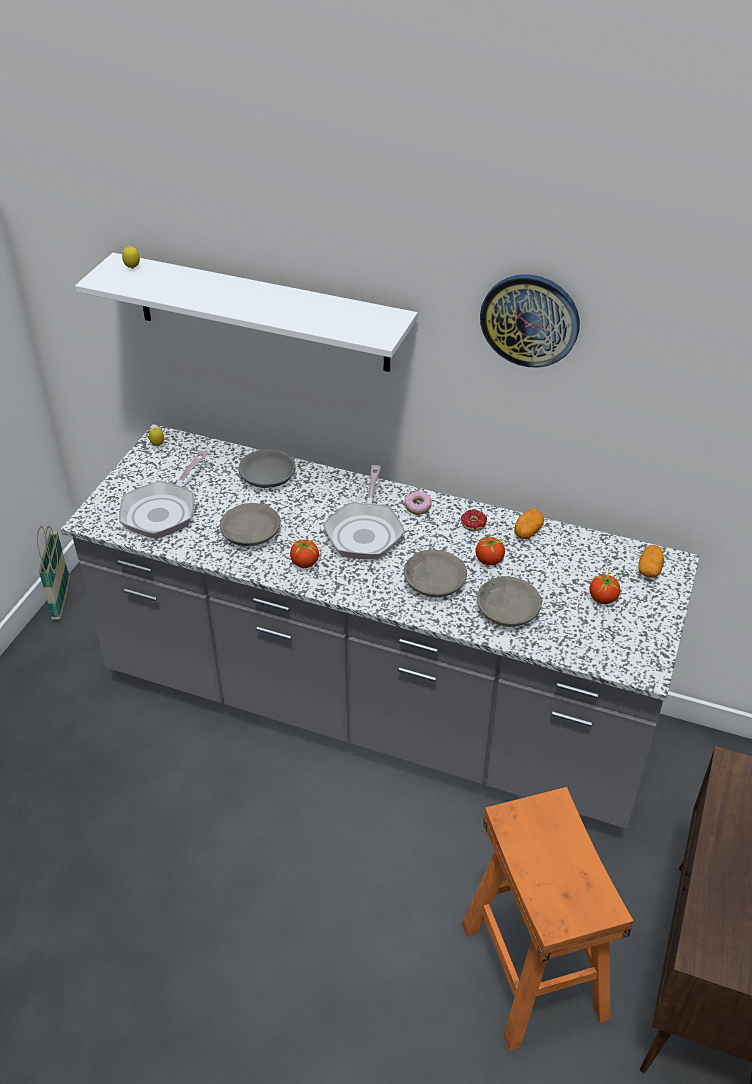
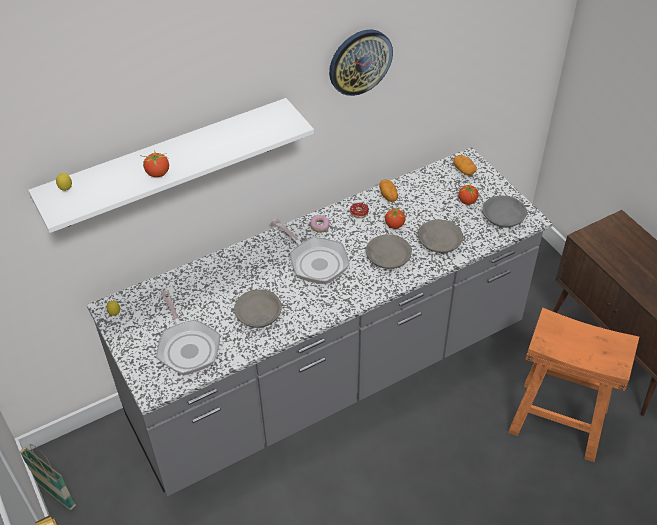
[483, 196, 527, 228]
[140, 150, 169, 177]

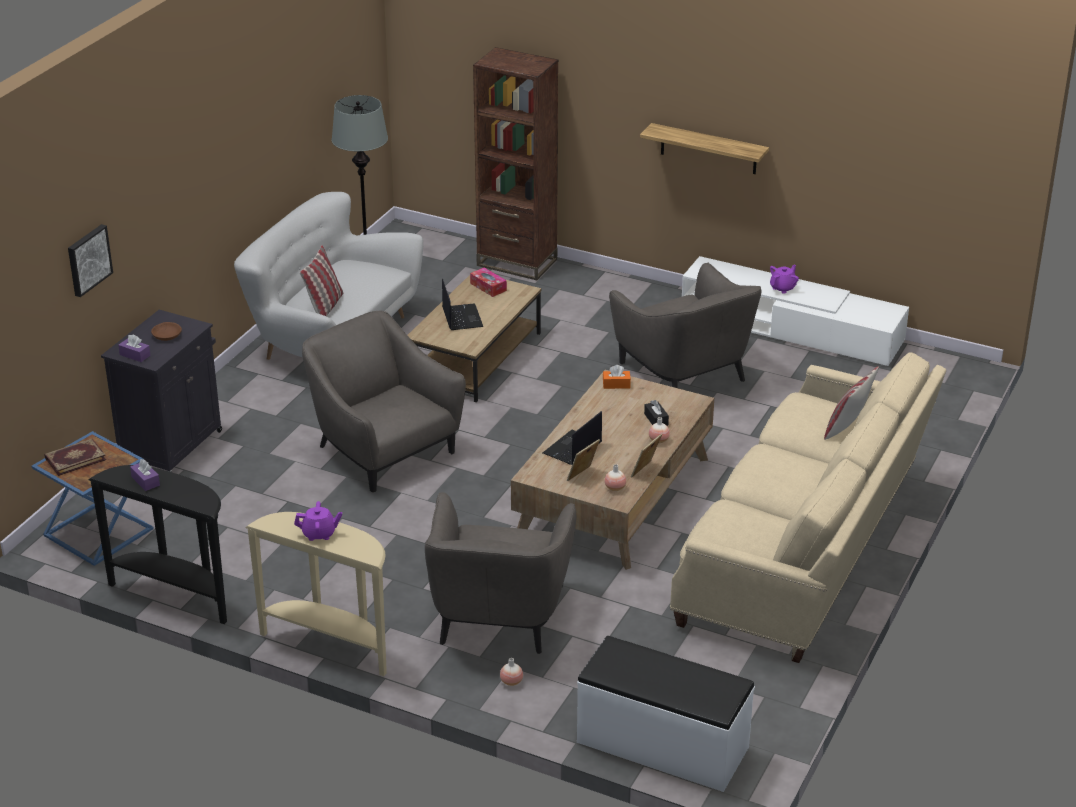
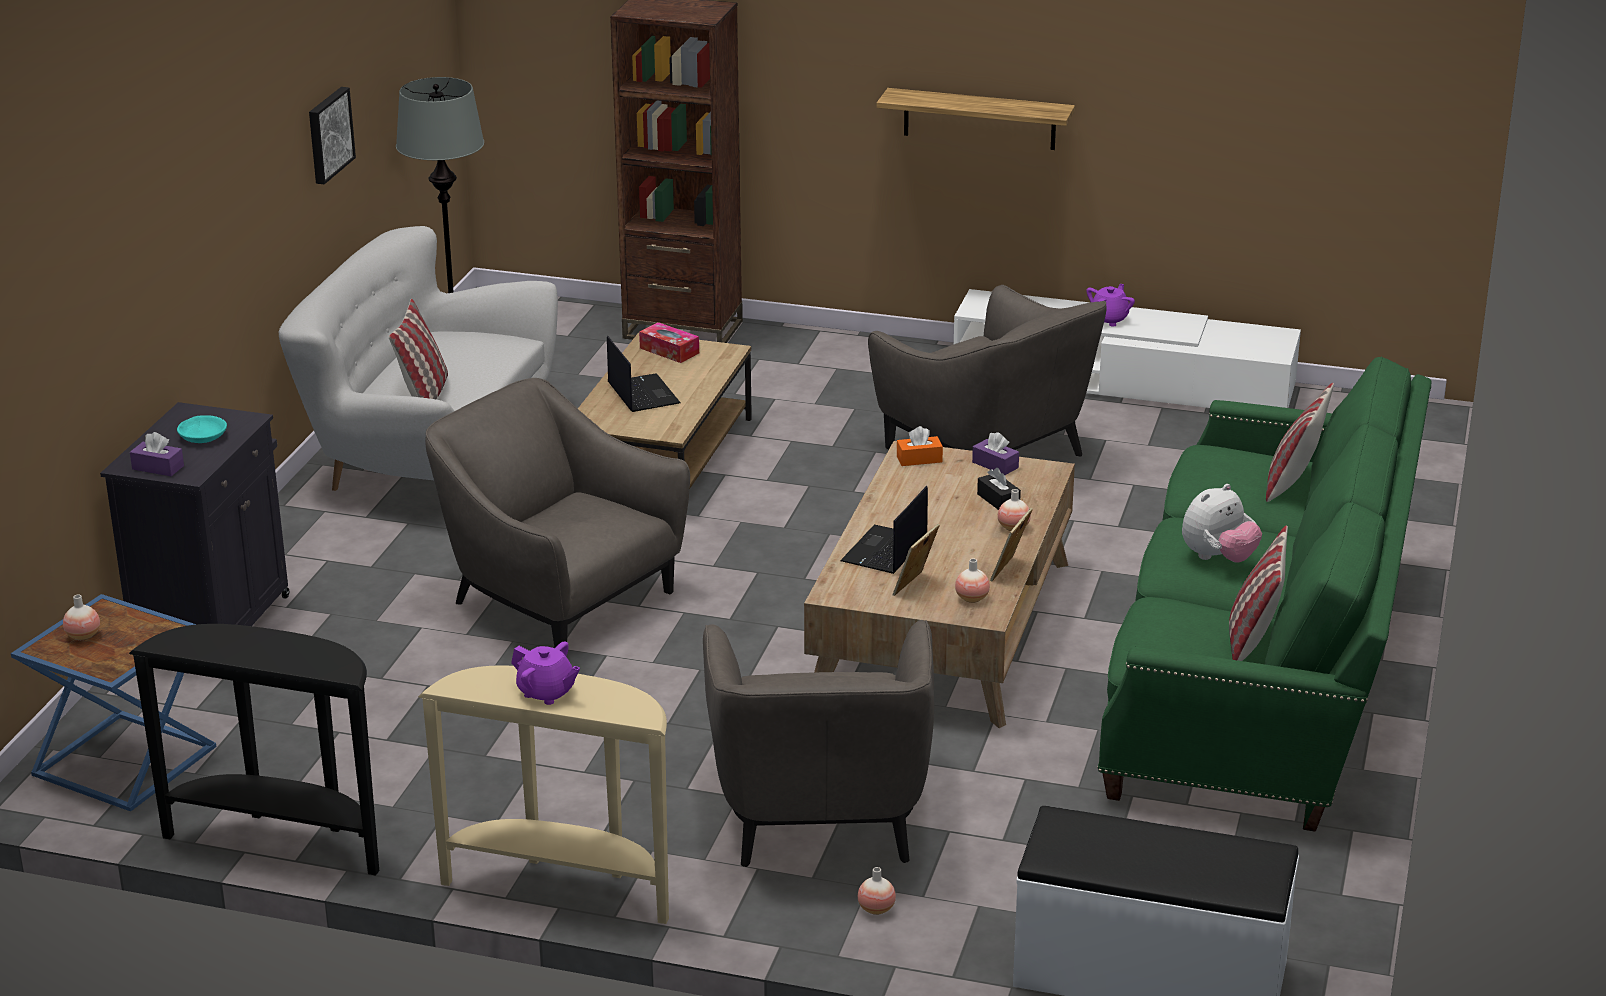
[63, 594, 100, 640]
[309, 87, 356, 184]
[972, 432, 1019, 475]
[177, 415, 227, 443]
[511, 641, 580, 705]
[1097, 356, 1431, 831]
[1182, 484, 1262, 563]
[1229, 526, 1288, 661]

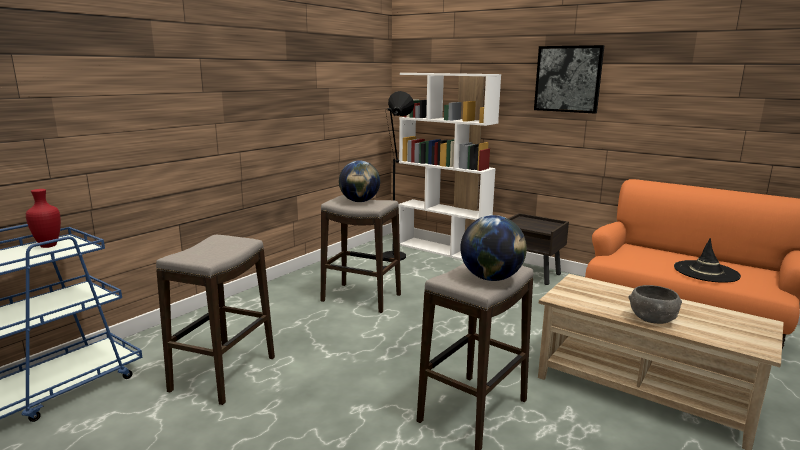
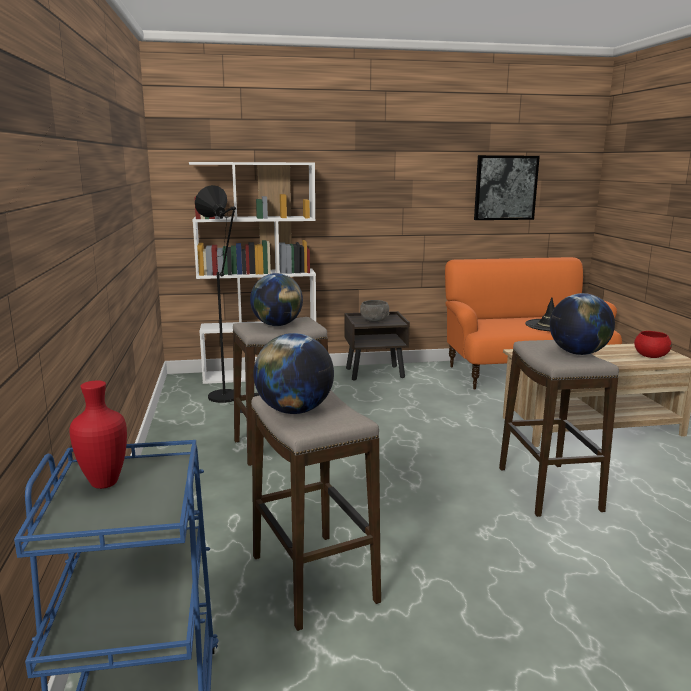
[474, 155, 540, 220]
[360, 300, 389, 322]
[253, 333, 334, 414]
[634, 331, 672, 358]

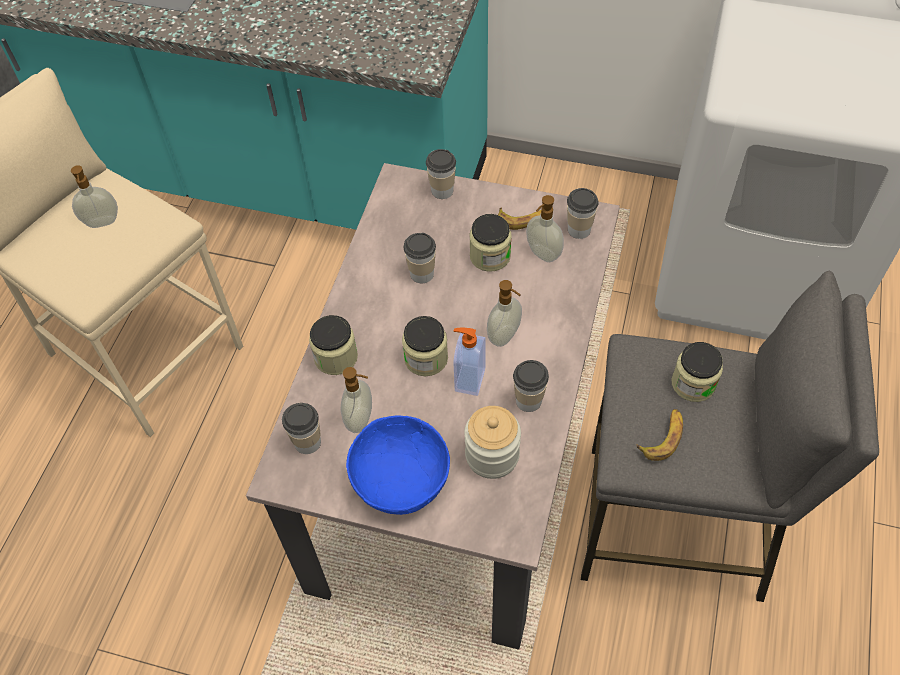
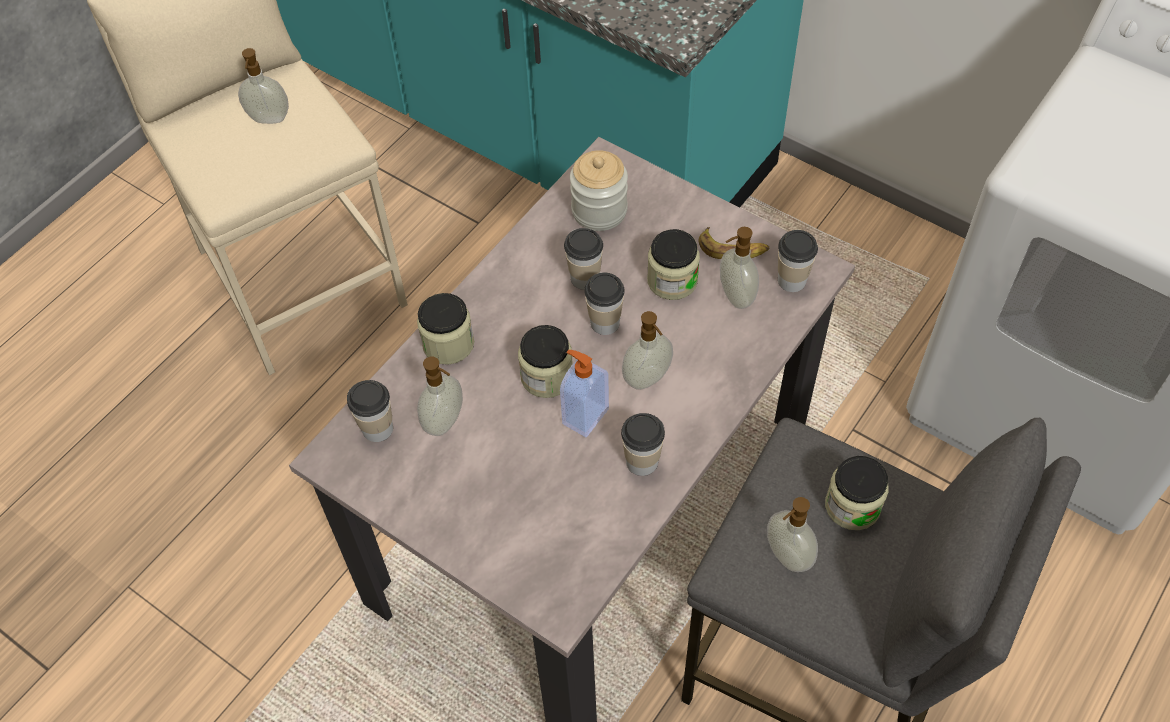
[346, 415, 450, 515] (first image)
[584, 273, 625, 335]
[570, 150, 628, 231]
[767, 497, 818, 572]

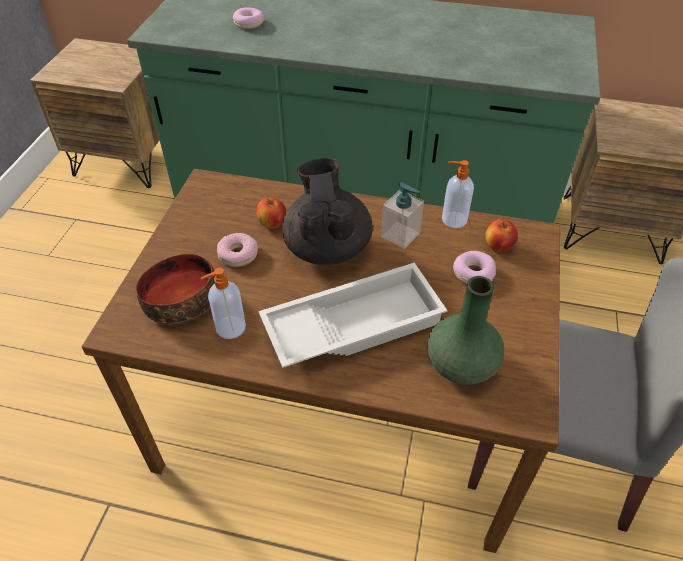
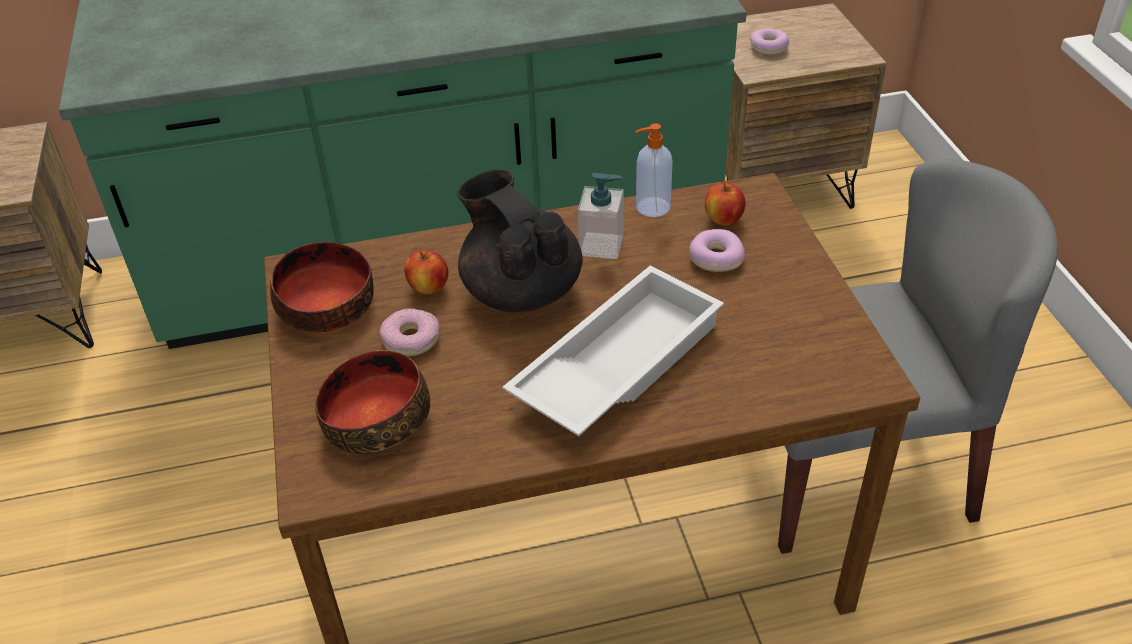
[201, 268, 246, 339] (first image)
[750, 29, 789, 55]
[427, 276, 504, 385] (first image)
[270, 242, 374, 333]

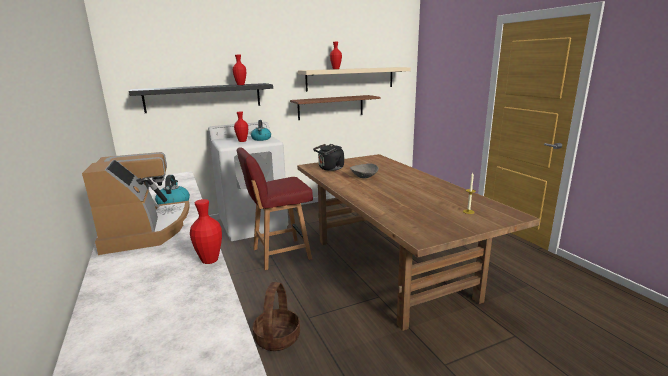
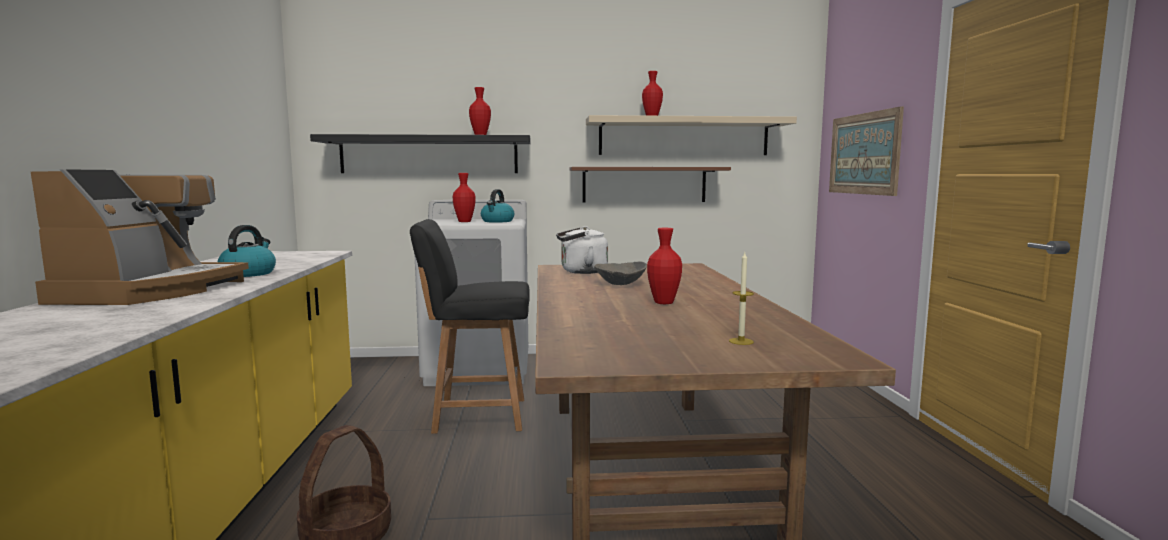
[647, 228, 682, 304]
[410, 219, 530, 434]
[556, 226, 608, 274]
[829, 106, 904, 196]

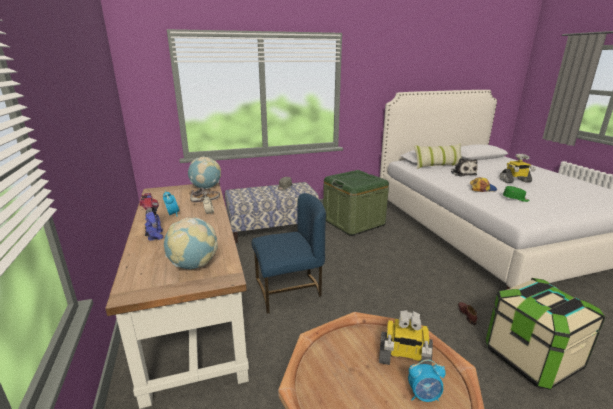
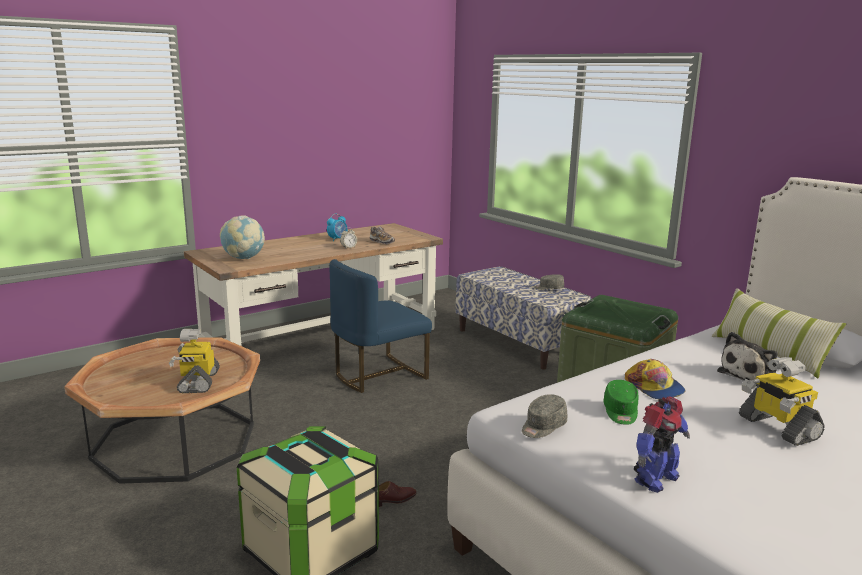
[634, 396, 690, 493]
[188, 157, 221, 189] (first image)
[329, 259, 432, 393]
[408, 359, 446, 402] (first image)
[522, 394, 567, 438]

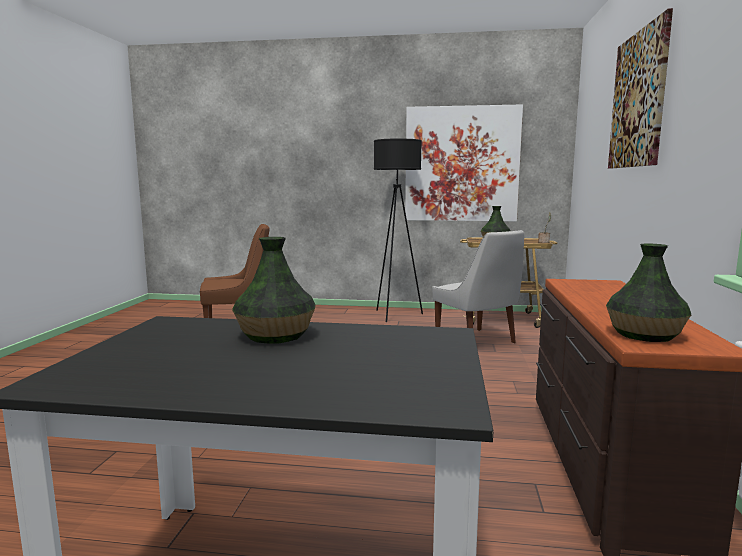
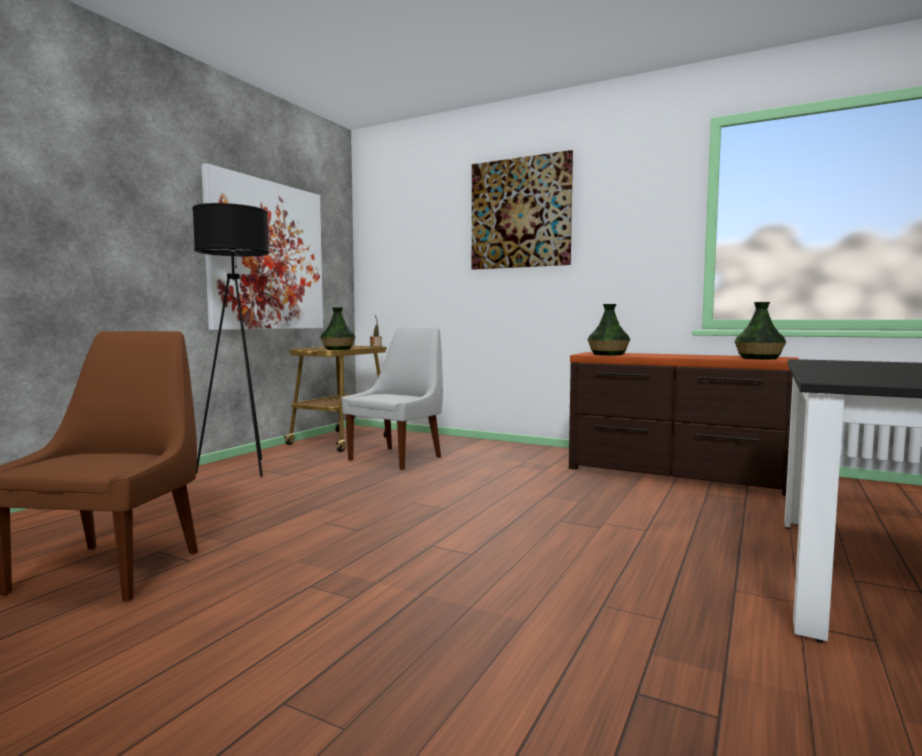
[588, 304, 630, 355]
[341, 327, 443, 470]

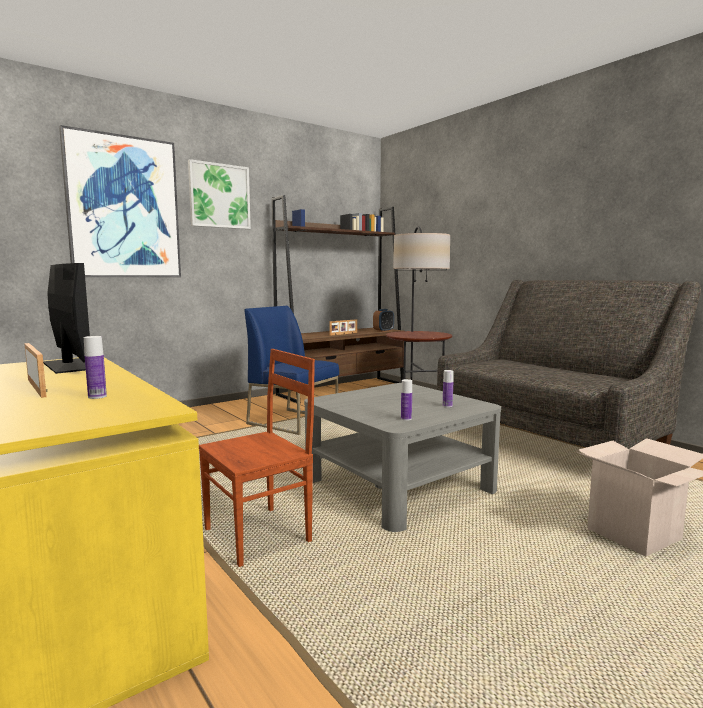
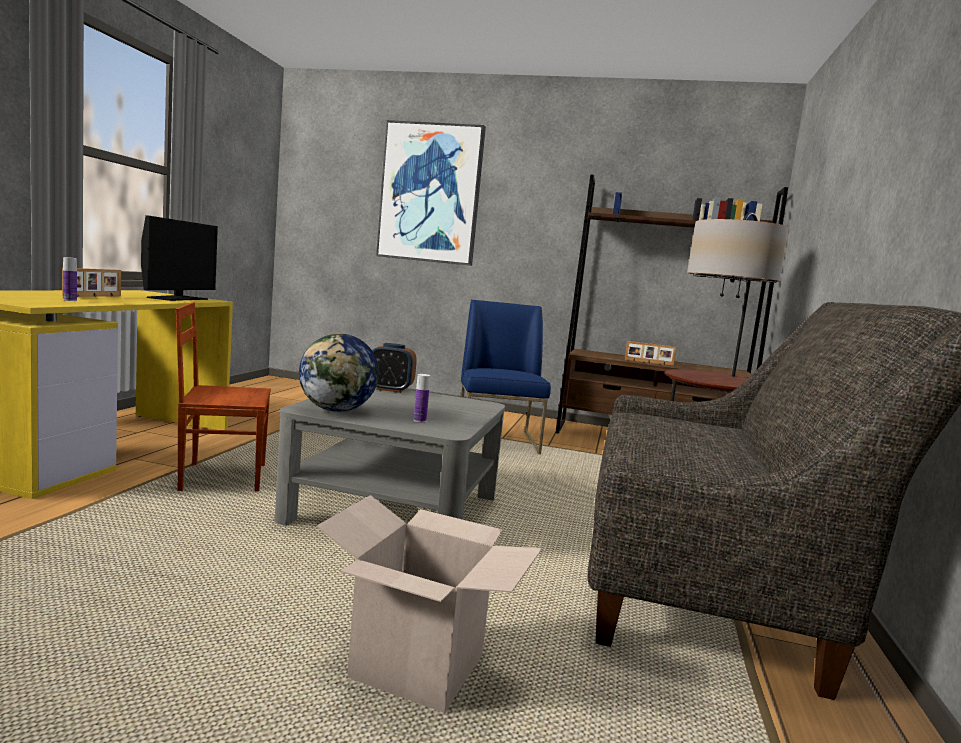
[188, 159, 251, 229] (first image)
[176, 302, 271, 491]
[372, 343, 417, 393]
[299, 334, 379, 412]

